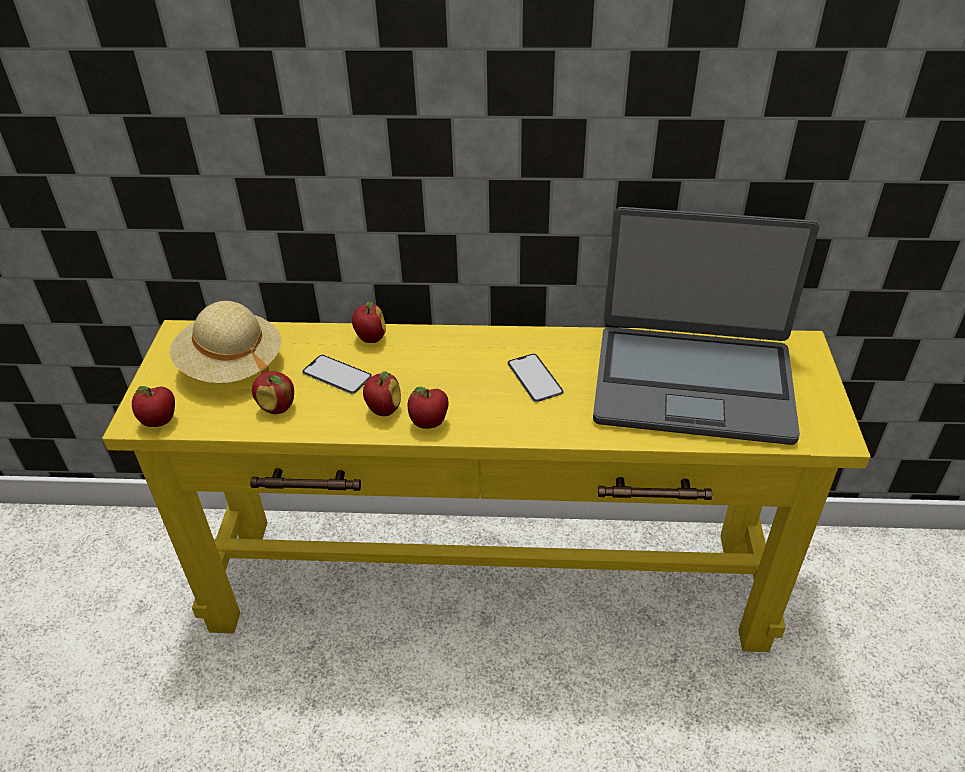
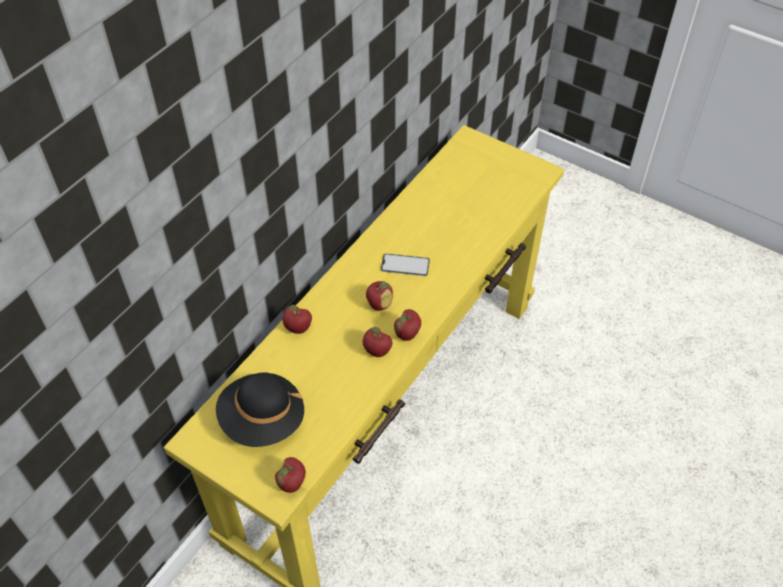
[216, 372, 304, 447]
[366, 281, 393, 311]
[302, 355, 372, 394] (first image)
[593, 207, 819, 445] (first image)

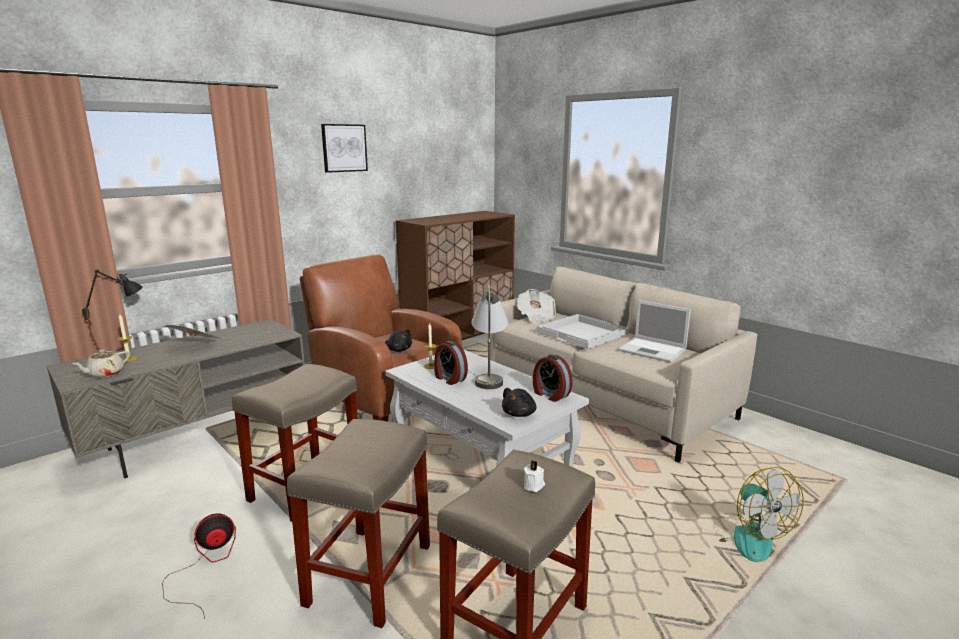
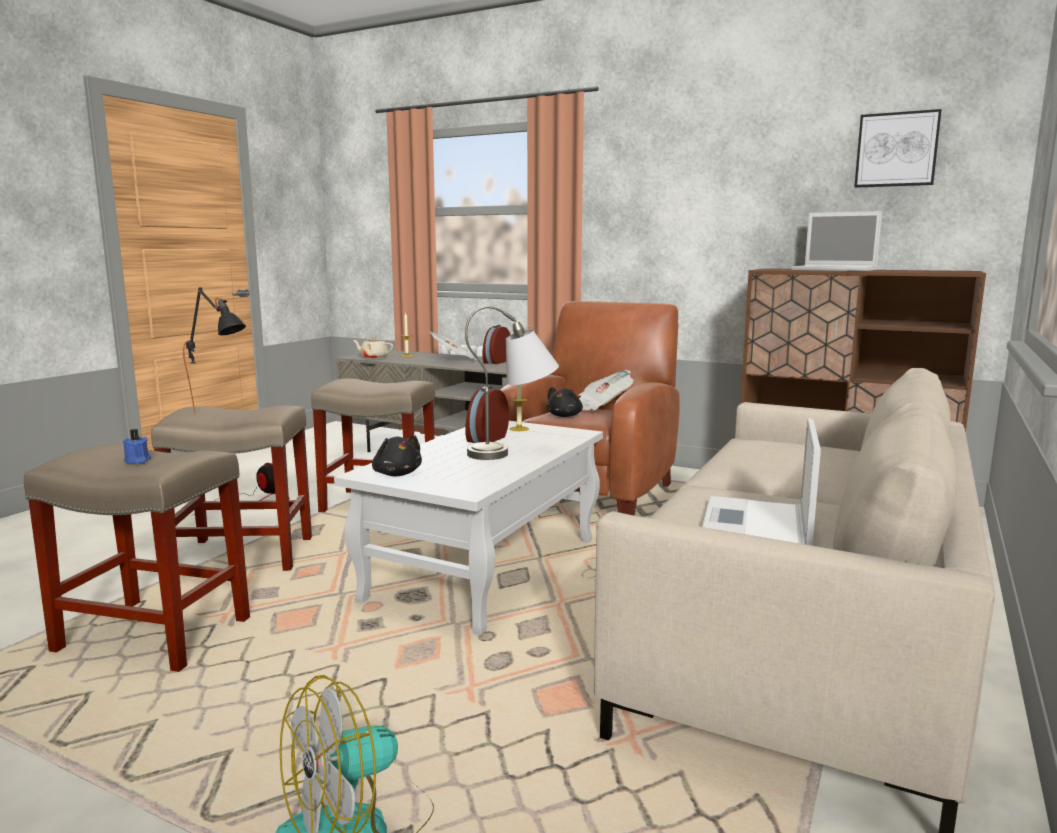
[183, 287, 246, 414]
[854, 109, 942, 188]
[372, 435, 422, 476]
[578, 370, 633, 410]
[123, 429, 151, 464]
[482, 325, 511, 364]
[537, 314, 629, 349] (first image)
[791, 211, 882, 271]

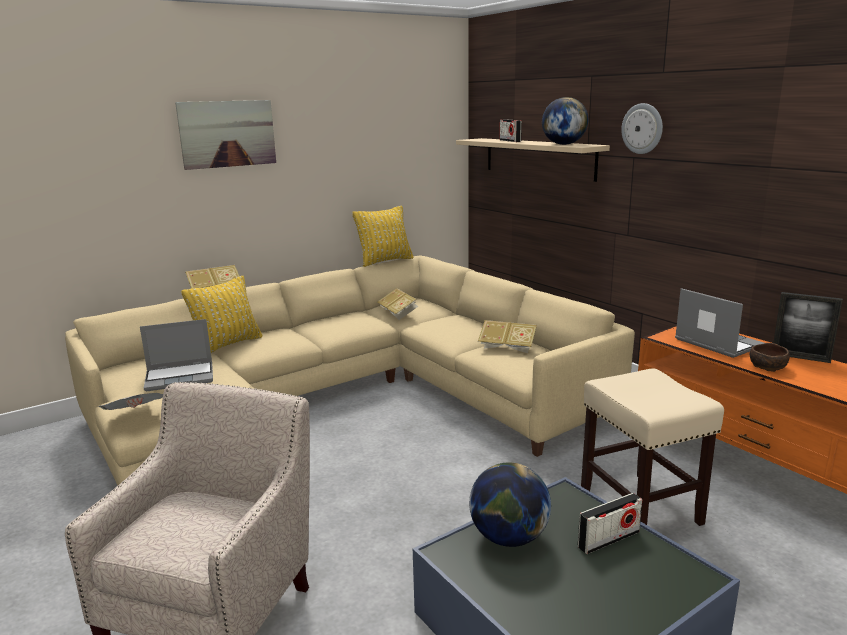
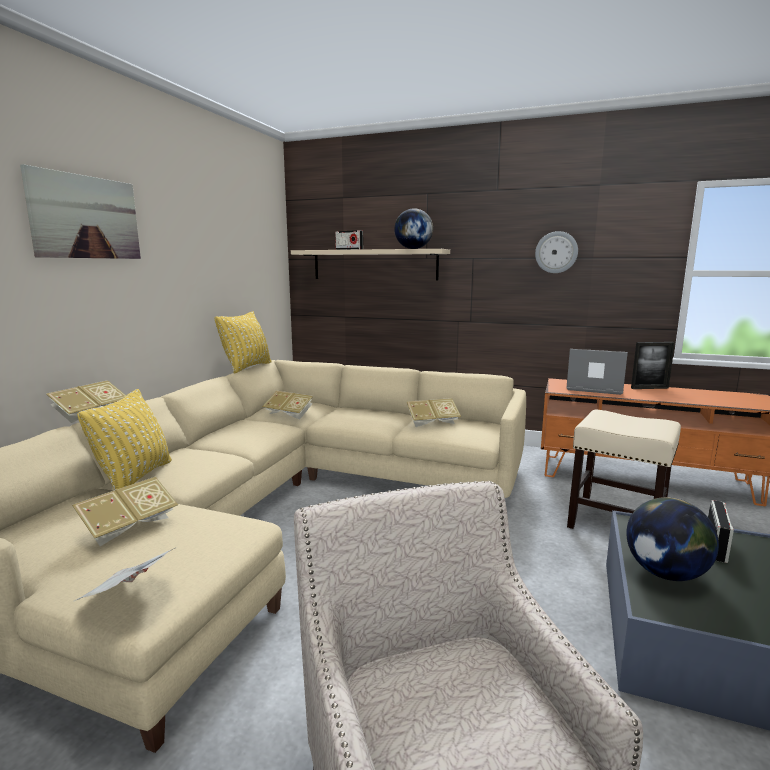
[72, 476, 178, 546]
[535, 231, 578, 273]
[750, 343, 790, 372] (first image)

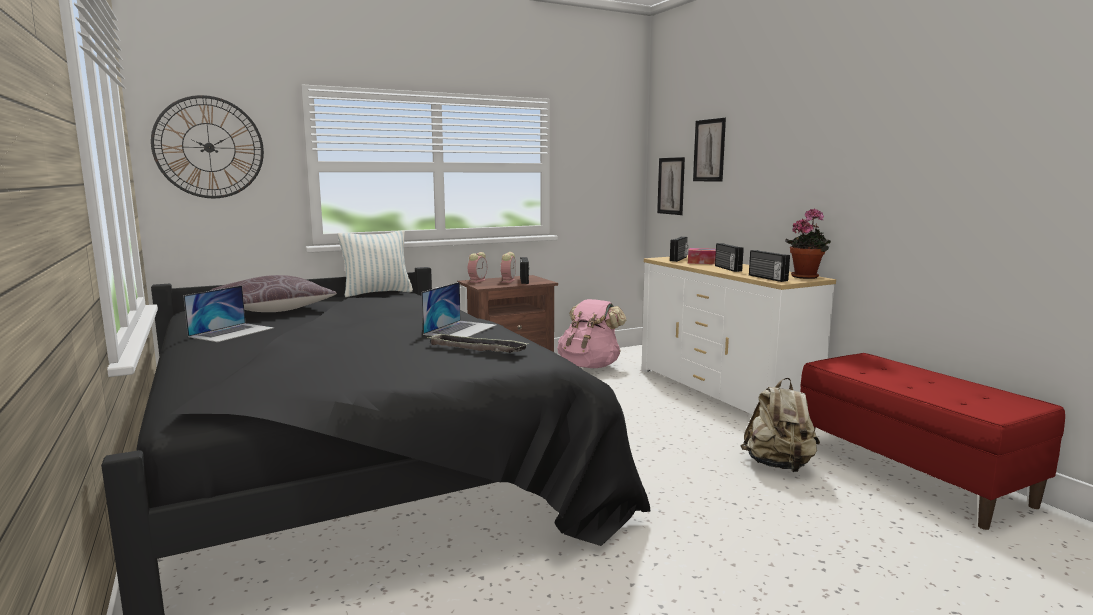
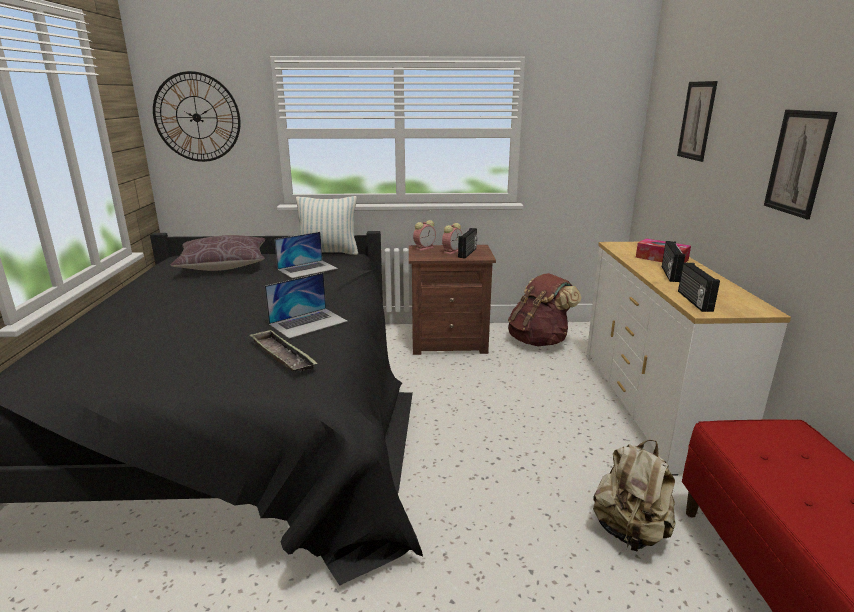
[274, 232, 338, 278]
[508, 273, 582, 346]
[764, 110, 837, 219]
[670, 237, 688, 262] (first image)
[785, 208, 831, 279] (first image)

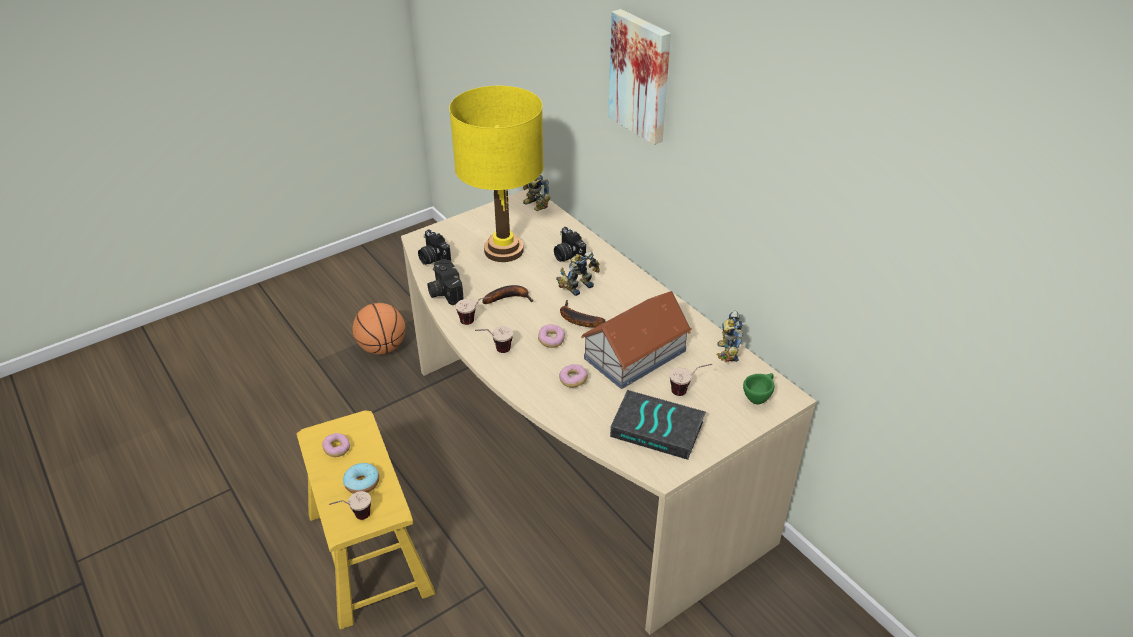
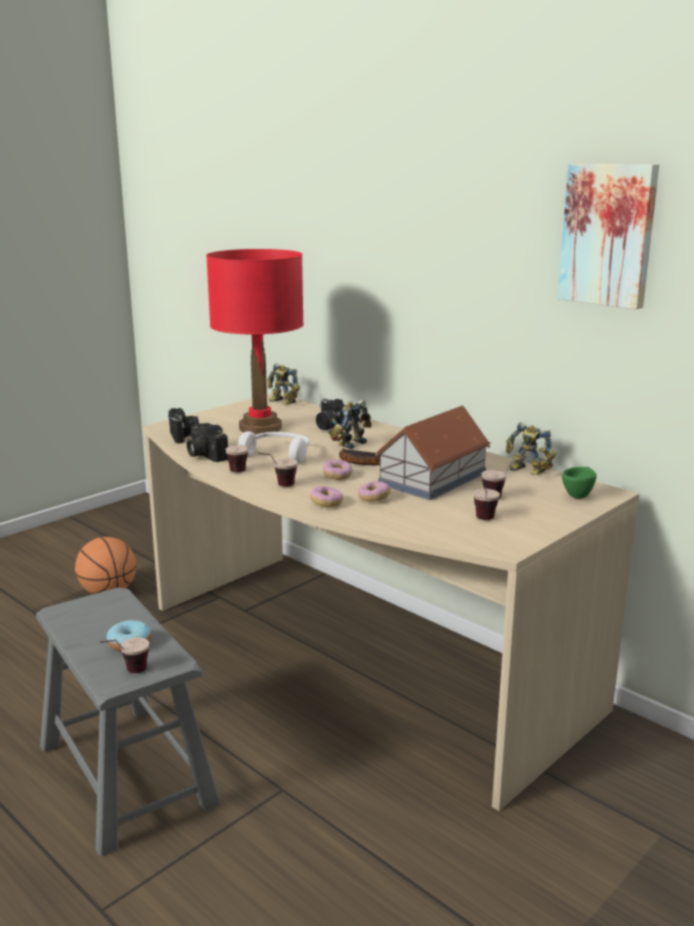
[36, 587, 220, 856]
[310, 486, 343, 508]
[168, 408, 199, 444]
[206, 249, 304, 434]
[238, 431, 309, 463]
[557, 163, 659, 309]
[473, 488, 500, 520]
[506, 422, 556, 475]

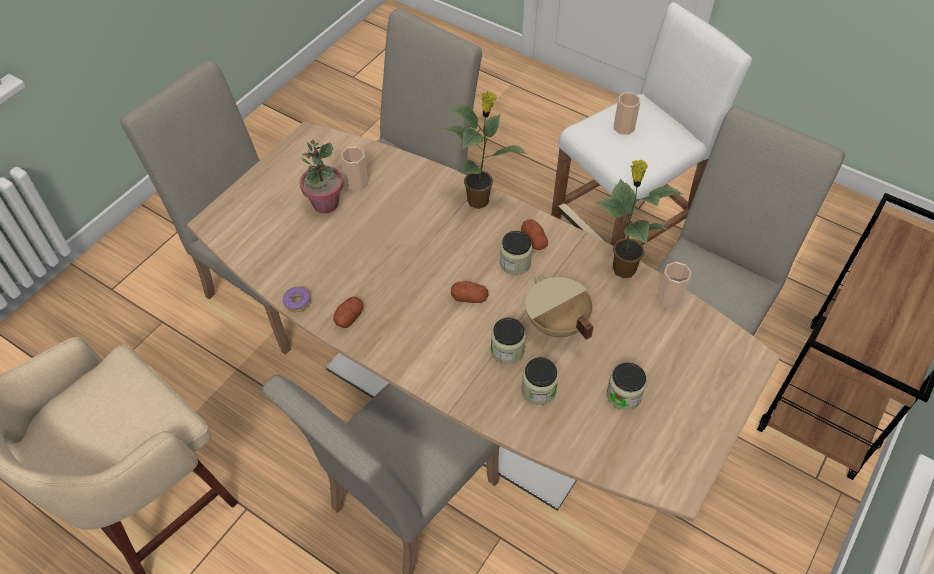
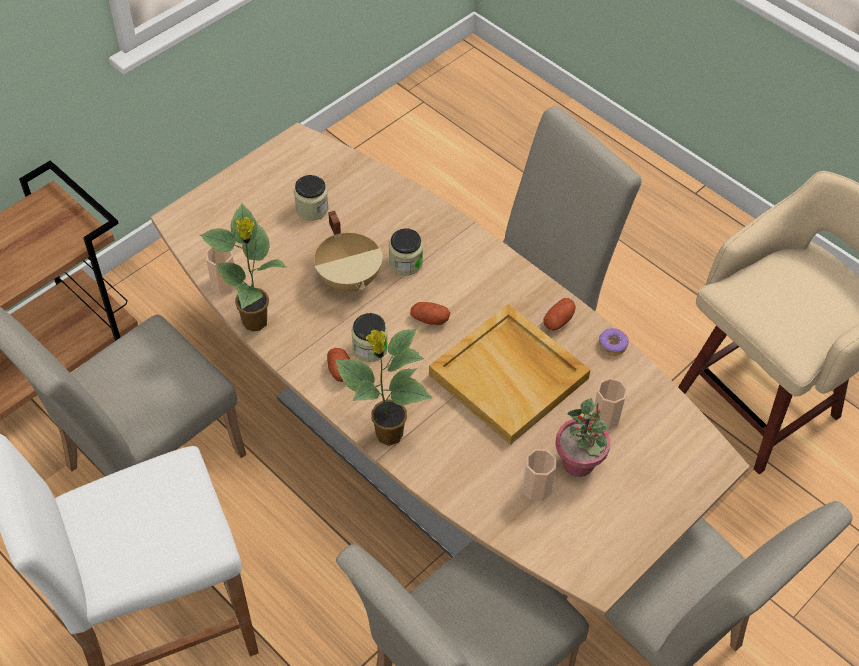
[521, 357, 559, 405] (first image)
[592, 378, 627, 430]
[429, 304, 591, 445]

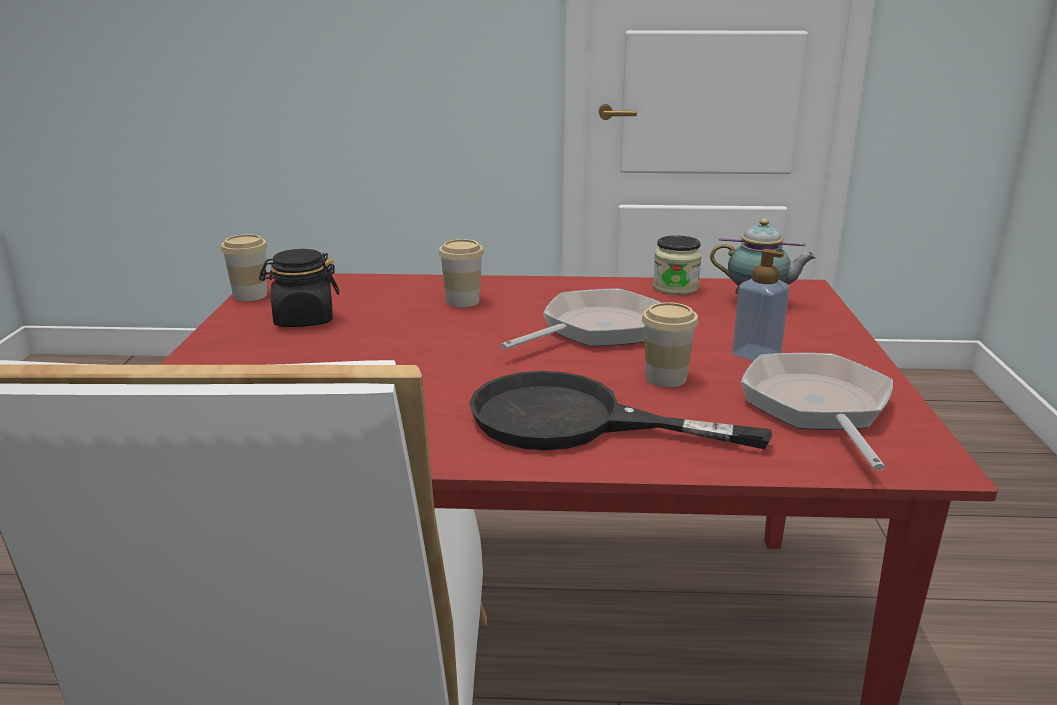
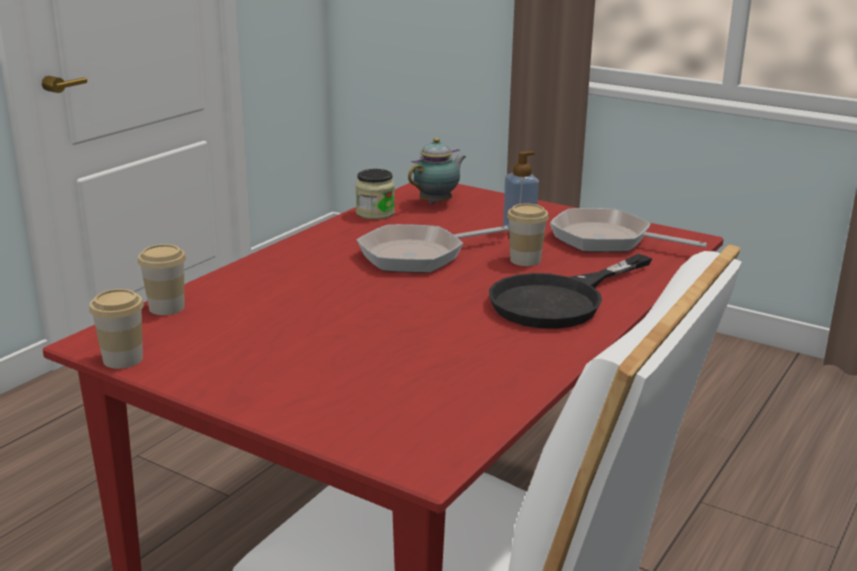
[259, 249, 339, 327] (first image)
[138, 244, 186, 315]
[357, 224, 508, 273]

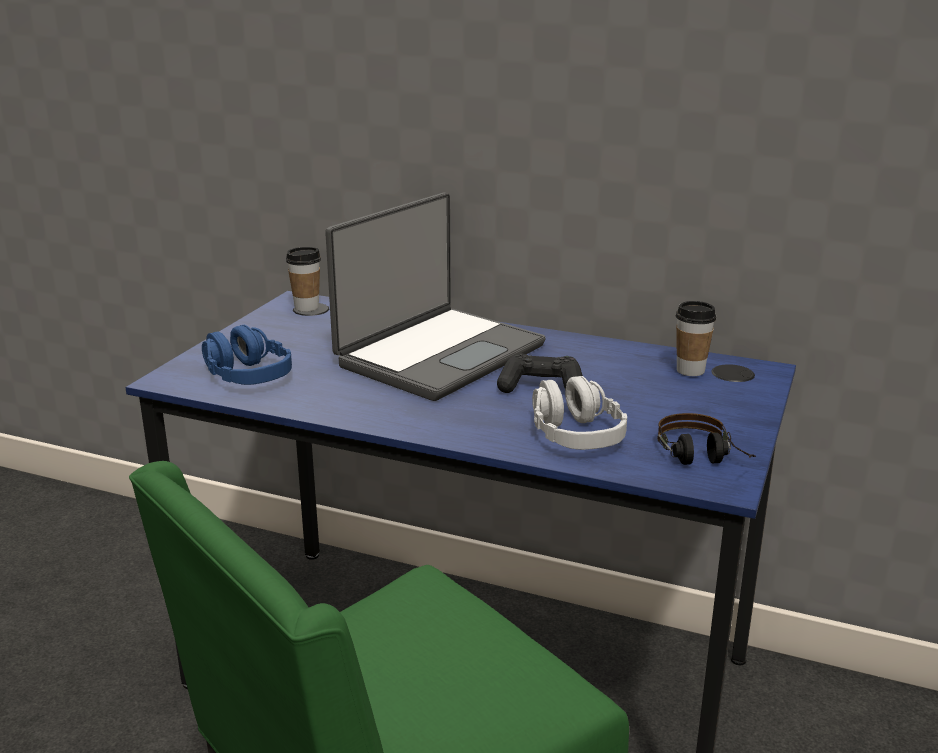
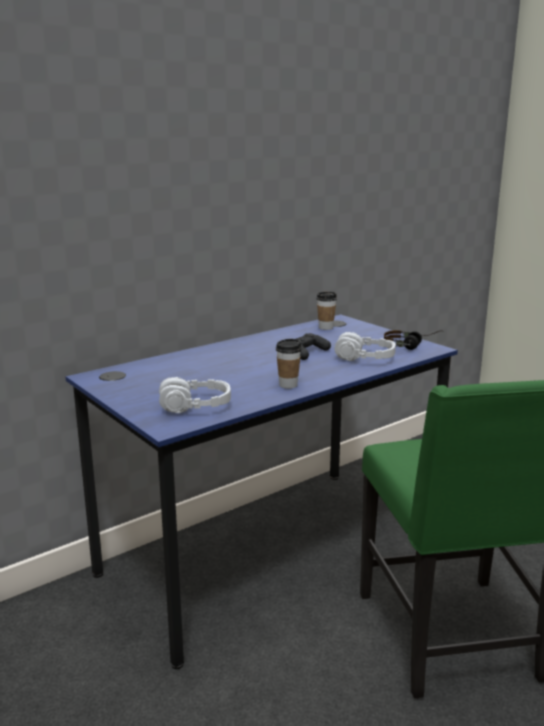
[159, 377, 231, 413]
[276, 339, 302, 389]
[325, 192, 546, 401] (first image)

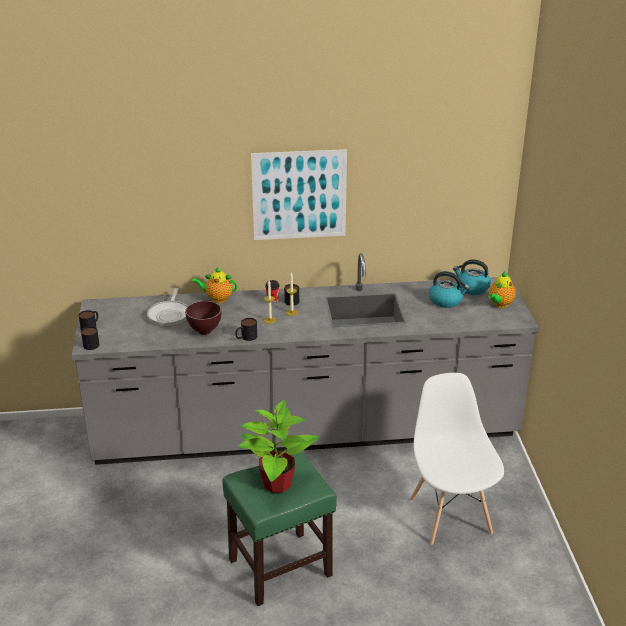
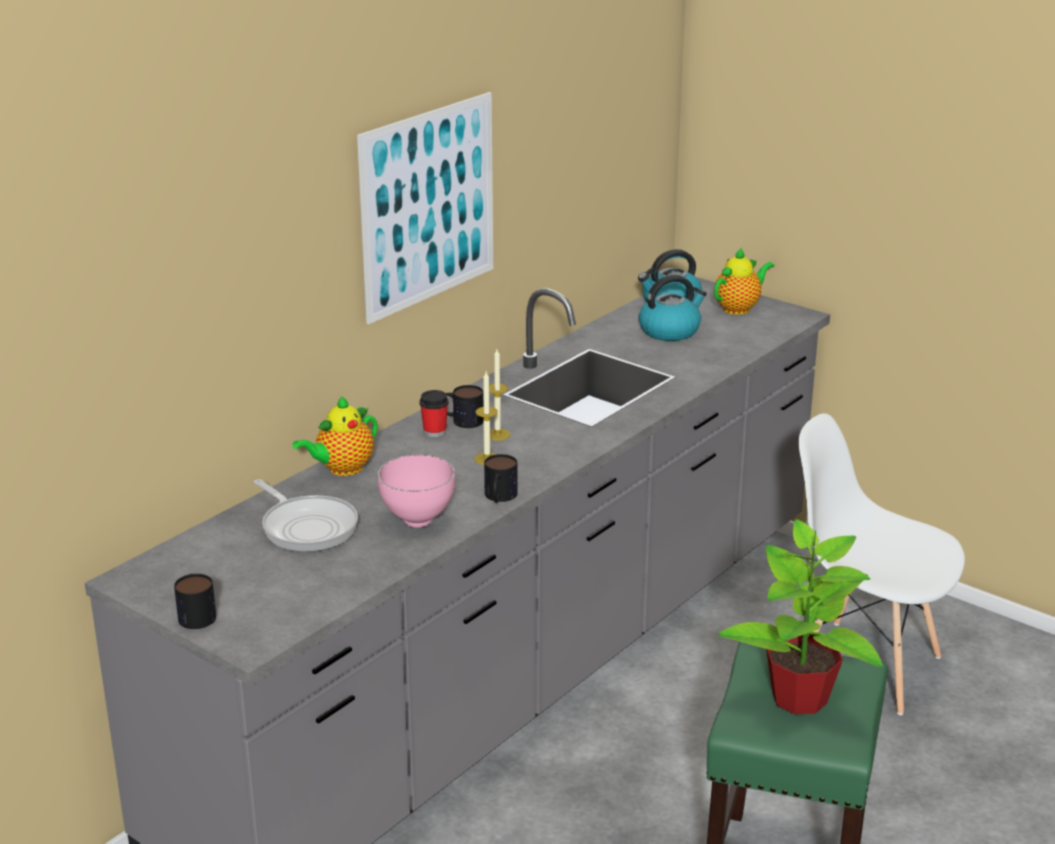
[81, 327, 99, 350] (first image)
[377, 454, 455, 528]
[714, 248, 775, 315]

